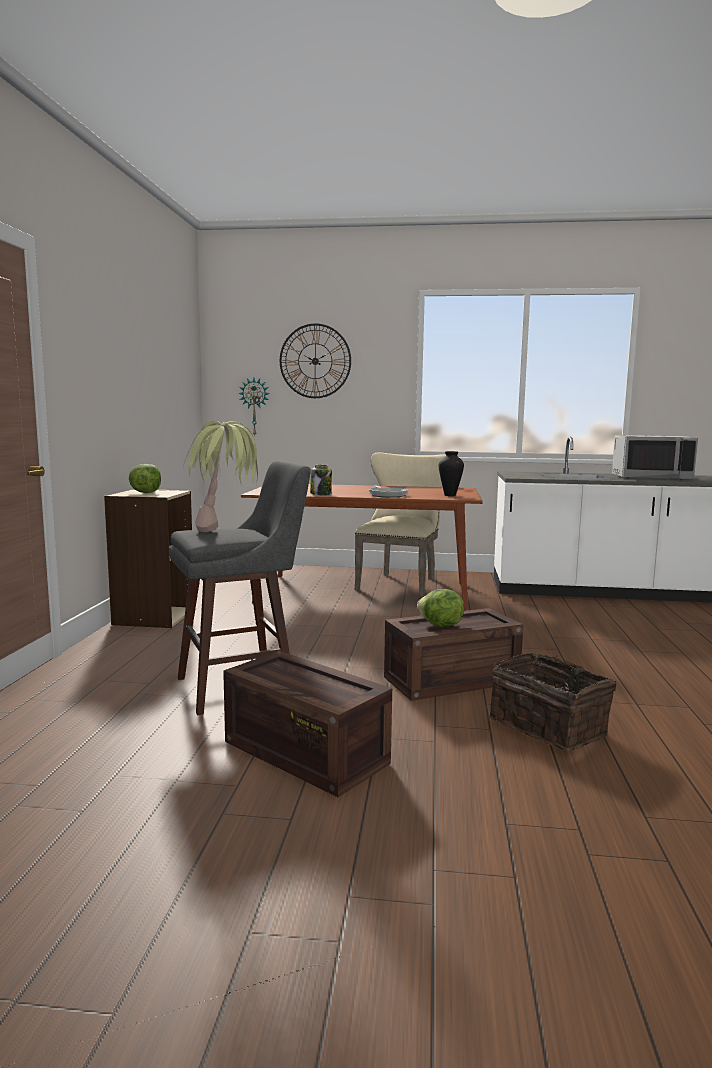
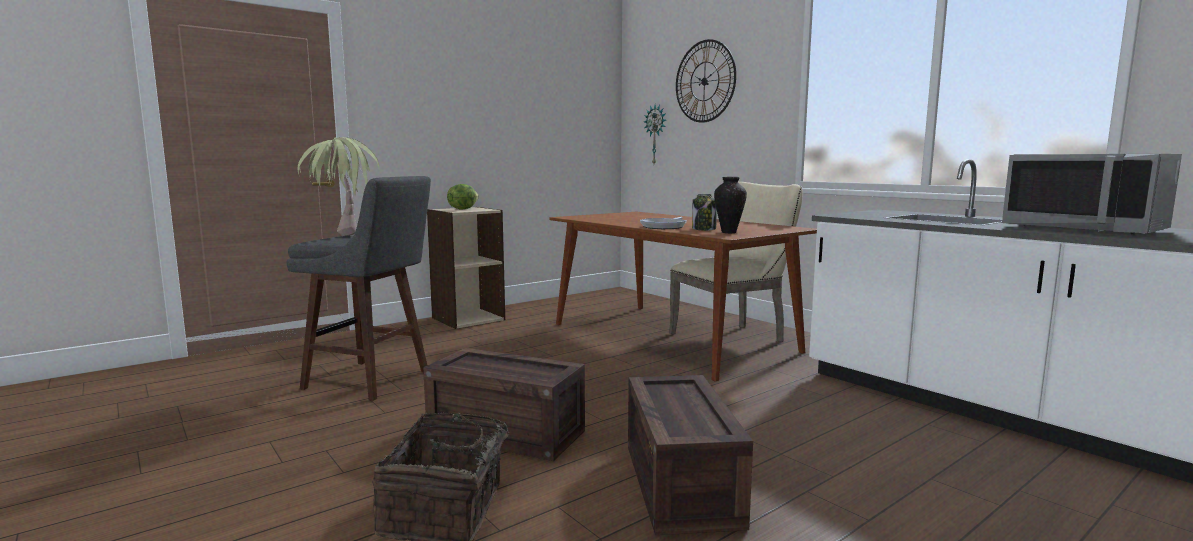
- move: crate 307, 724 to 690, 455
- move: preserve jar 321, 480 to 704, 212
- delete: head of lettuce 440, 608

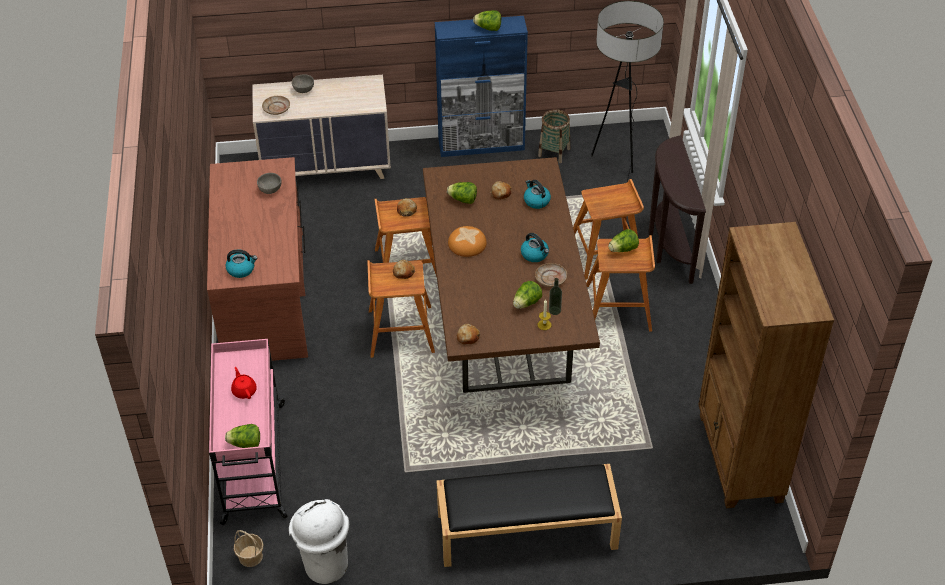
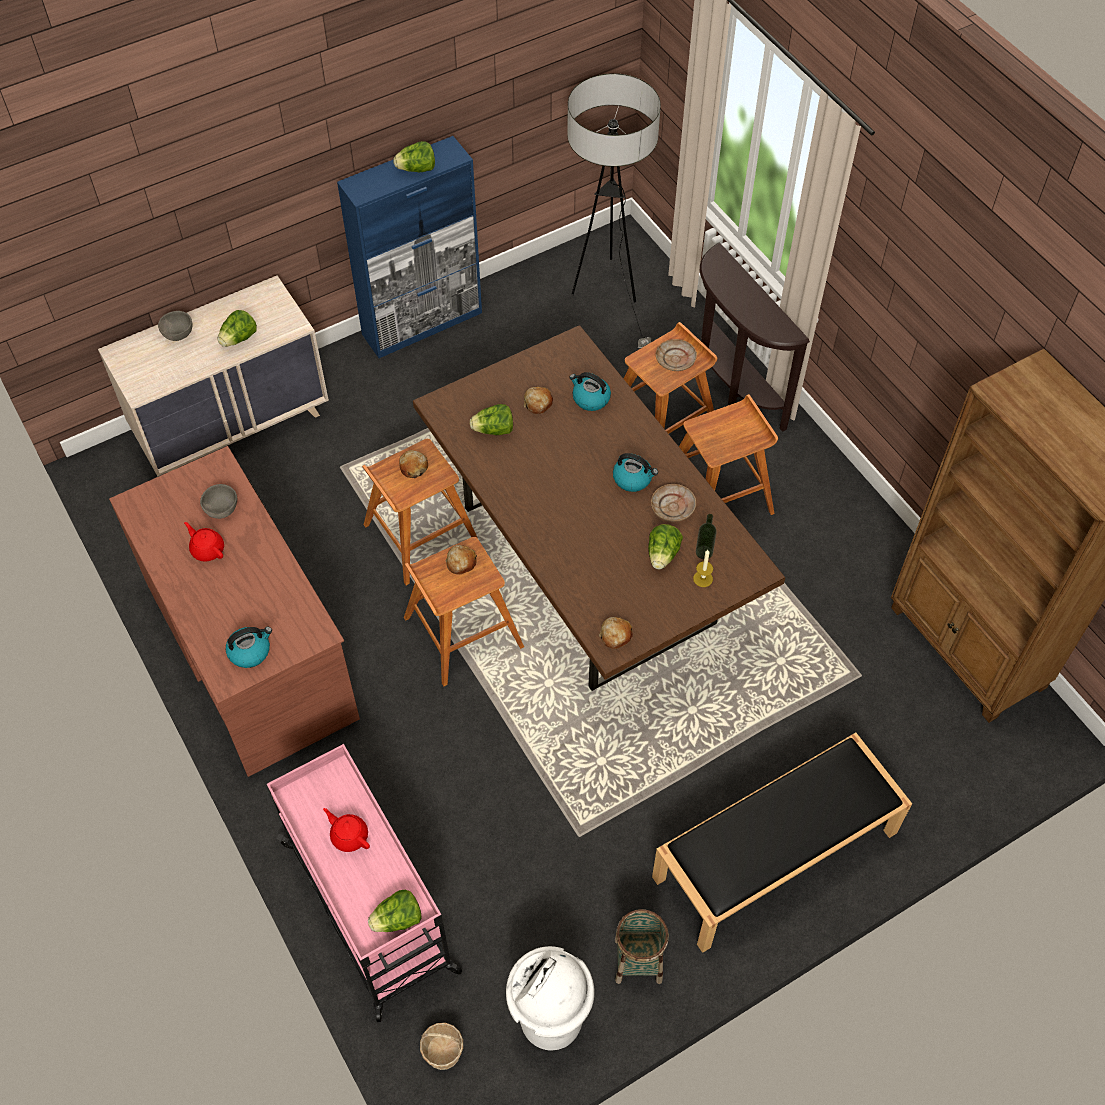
- insert: tea pot (reddish) 204, 542
- move: head of lettuce 623, 240 to 237, 328
- move: storage basket 554, 136 to 642, 946
- move: dinner plate (beige-coloured) 276, 105 to 676, 355
- delete: bread 467, 241

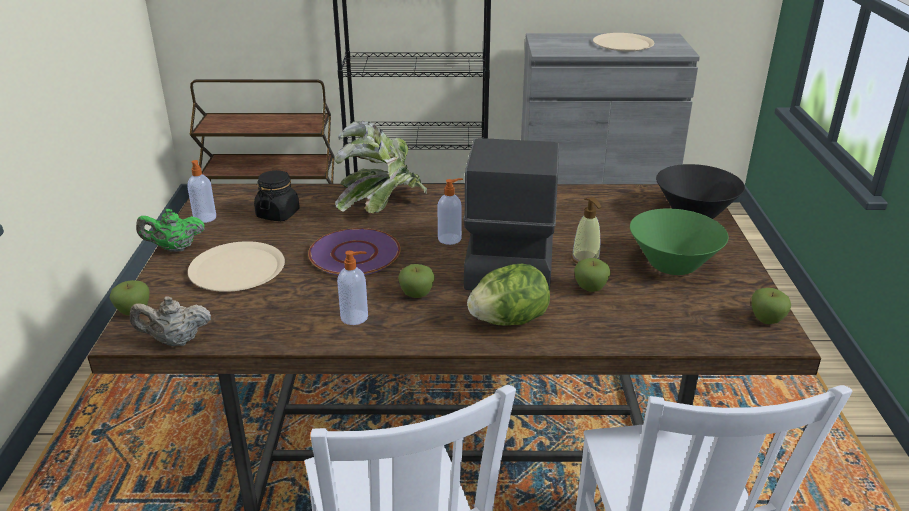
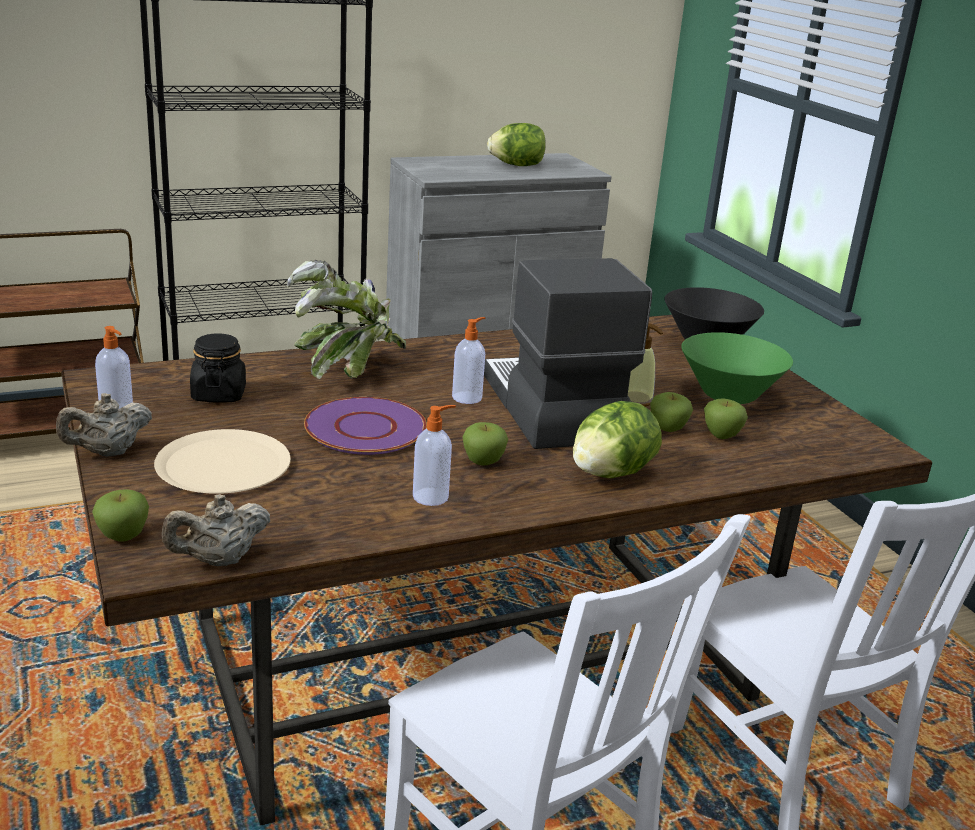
- recolor: tea pot (green-coloured) 170, 230 to tea pot (beige-coloured) 104, 424
- replace: dinner plate (beige-coloured) 623, 42 to head of lettuce 516, 144
- move: whole apple 771, 306 to 726, 418

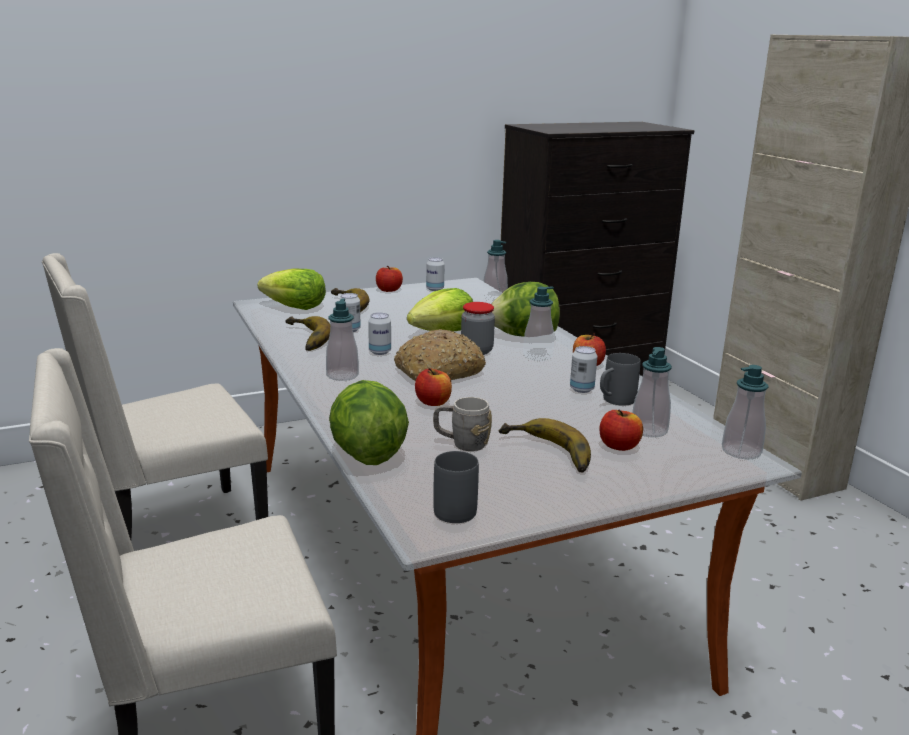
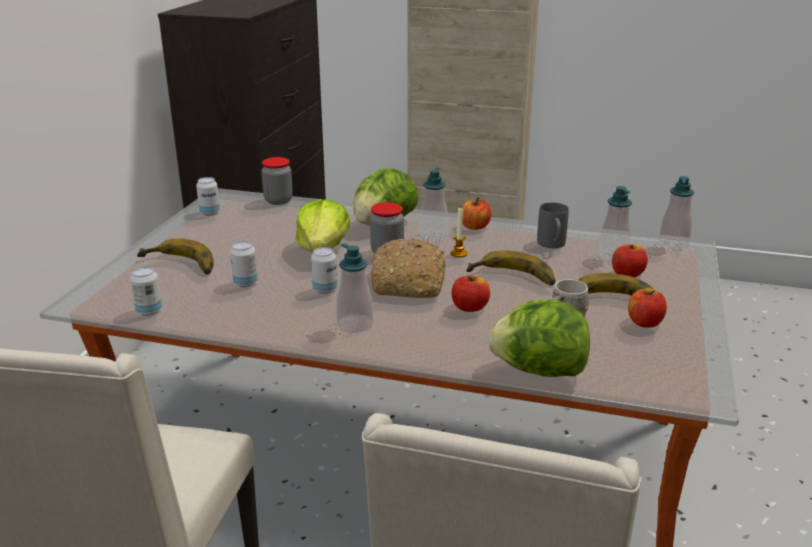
- move: can 583, 369 to 146, 291
- replace: soap dispenser 495, 270 to preserve jar 277, 181
- insert: wax candle 459, 232
- move: banana 308, 333 to 510, 268
- move: whole apple 389, 279 to 647, 308
- delete: head of lettuce 292, 289
- delete: coffee mug (greyish) 456, 487

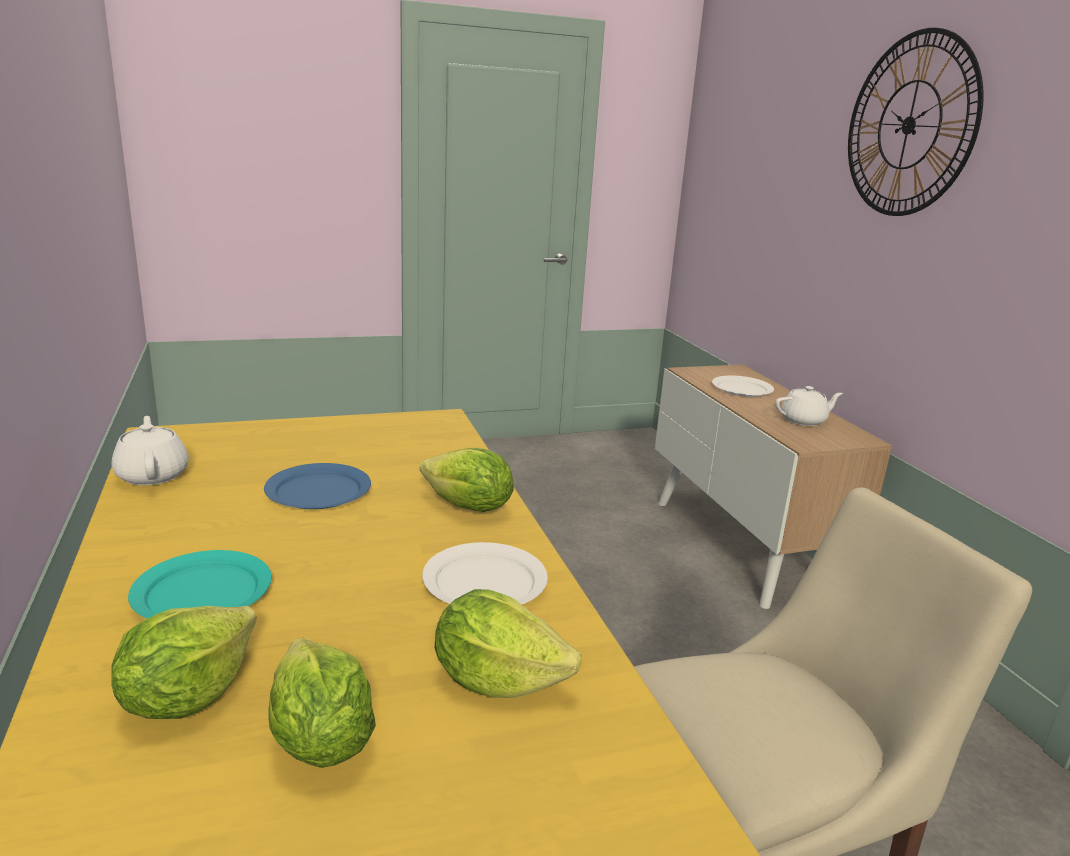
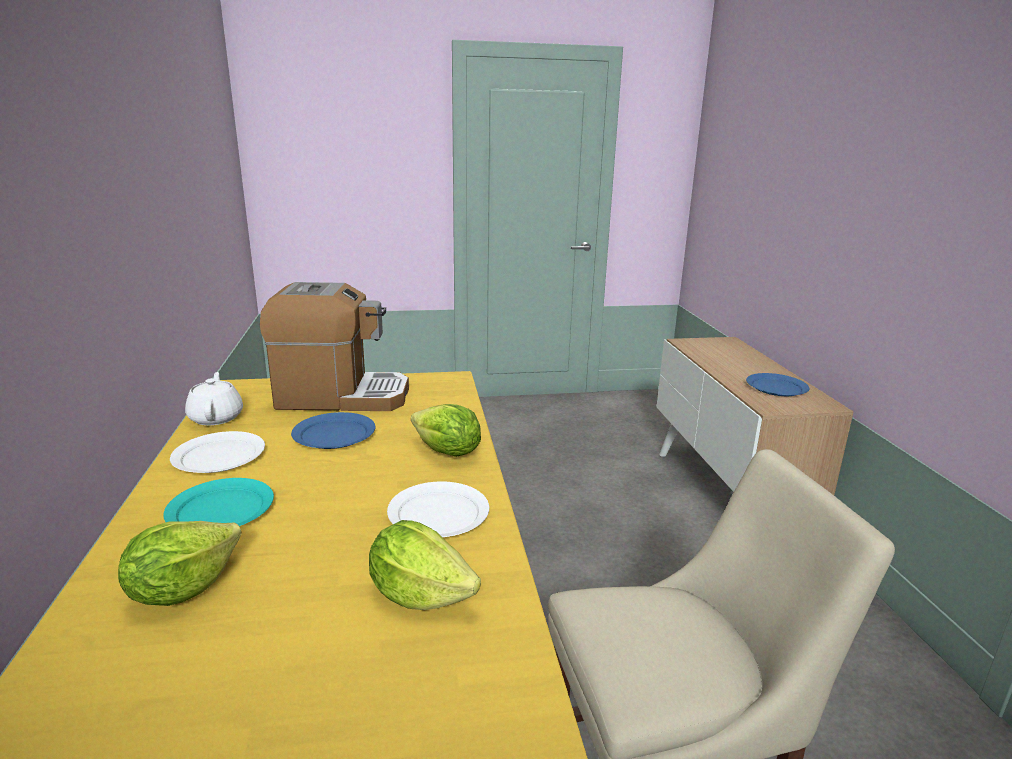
- move: dinner plate (whitish) 743, 386 to 217, 452
- insert: coffee machine 334, 346
- replace: tea pot (whitish) 809, 406 to dinner plate (bluish) 777, 384
- delete: head of lettuce 322, 703
- delete: clock on the wall 916, 122

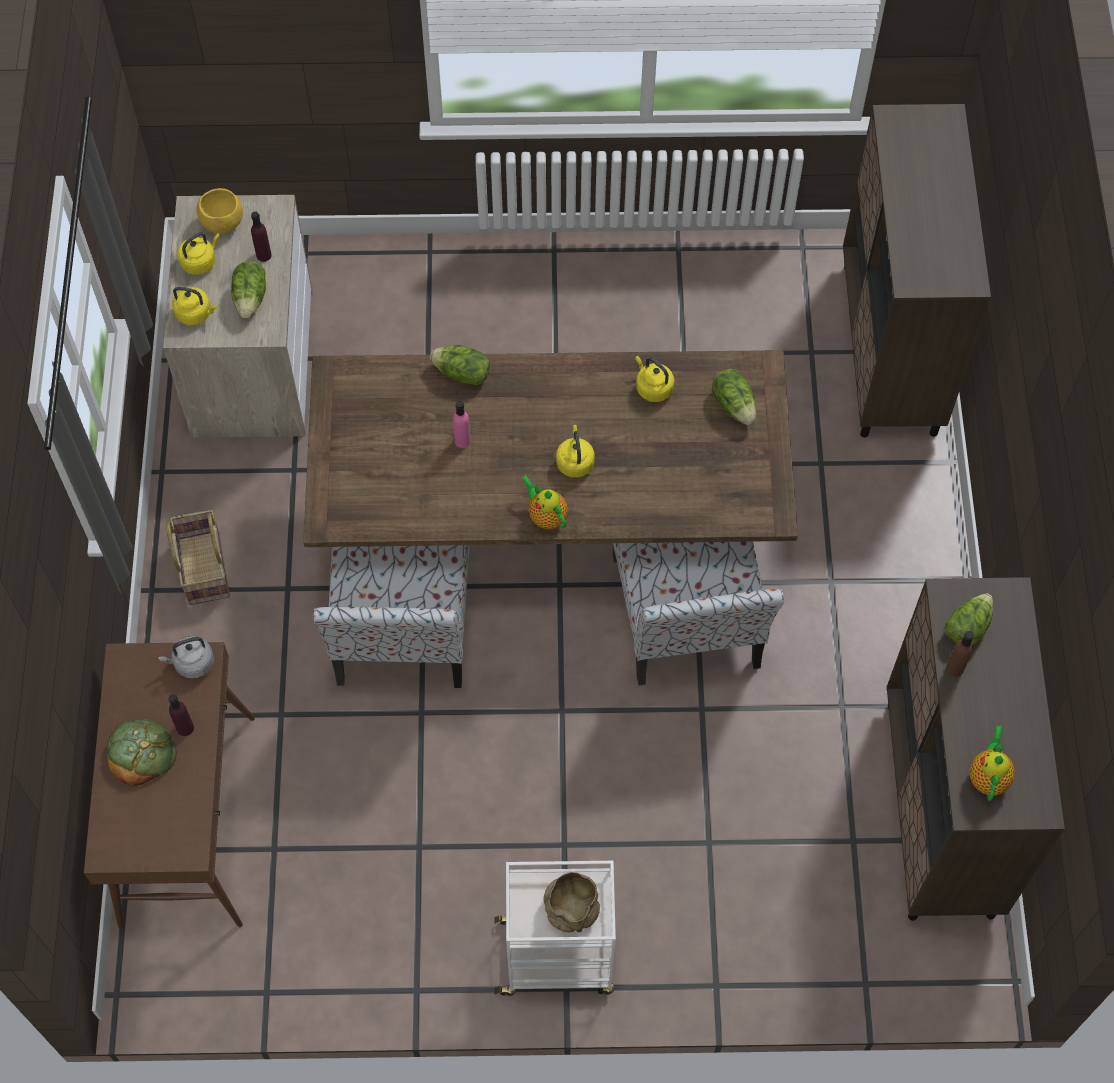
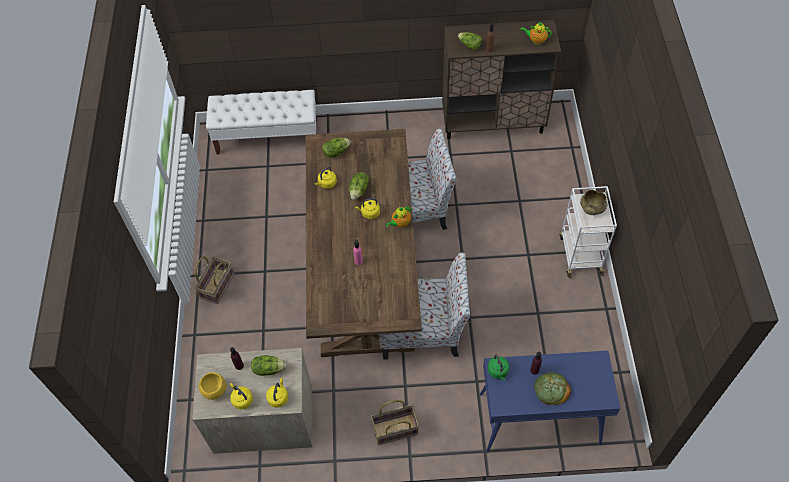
- insert: storage basket 214, 280
- replace: cabinet (brown-coloured) 917, 271 to long seat (whitish) 261, 122
- move: head of lettuce 460, 365 to 359, 186
- recolor: hall table (brown-coloured) 169, 785 to hall table (bluish) 550, 402
- recolor: tea kettle (greyish) 186, 657 to tea kettle (green-coloured) 498, 367

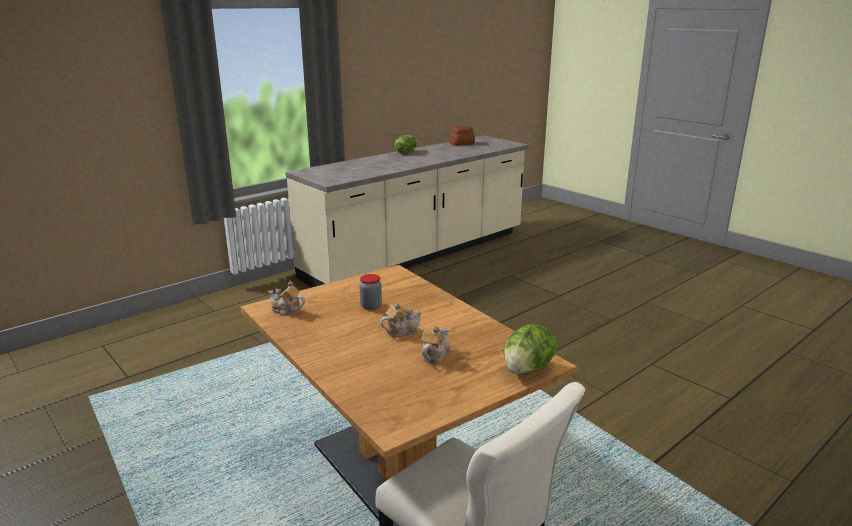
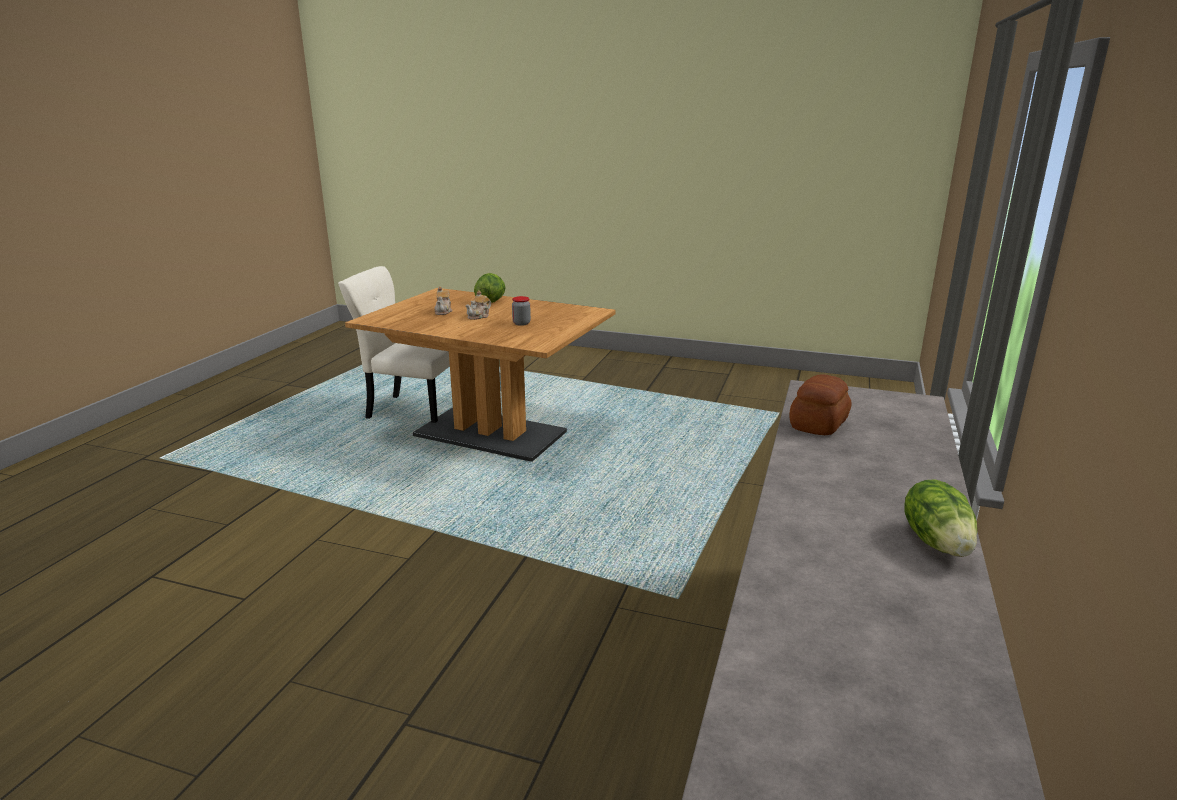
- move: head of lettuce 531, 349 to 490, 288
- move: bread 462, 135 to 820, 404
- delete: tea pot 286, 298

